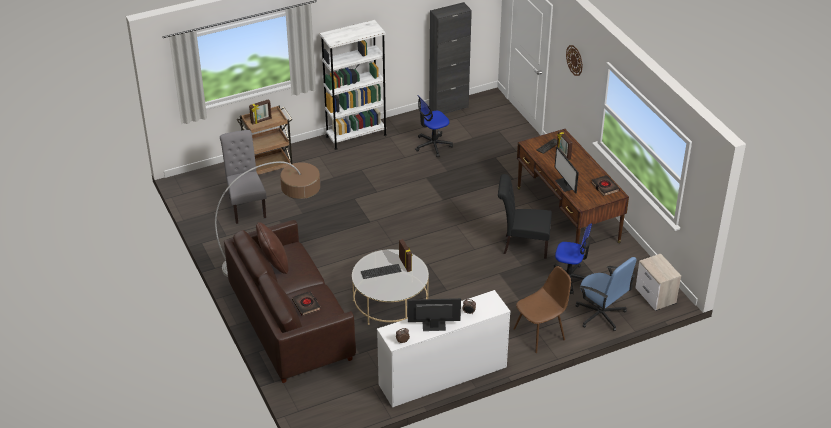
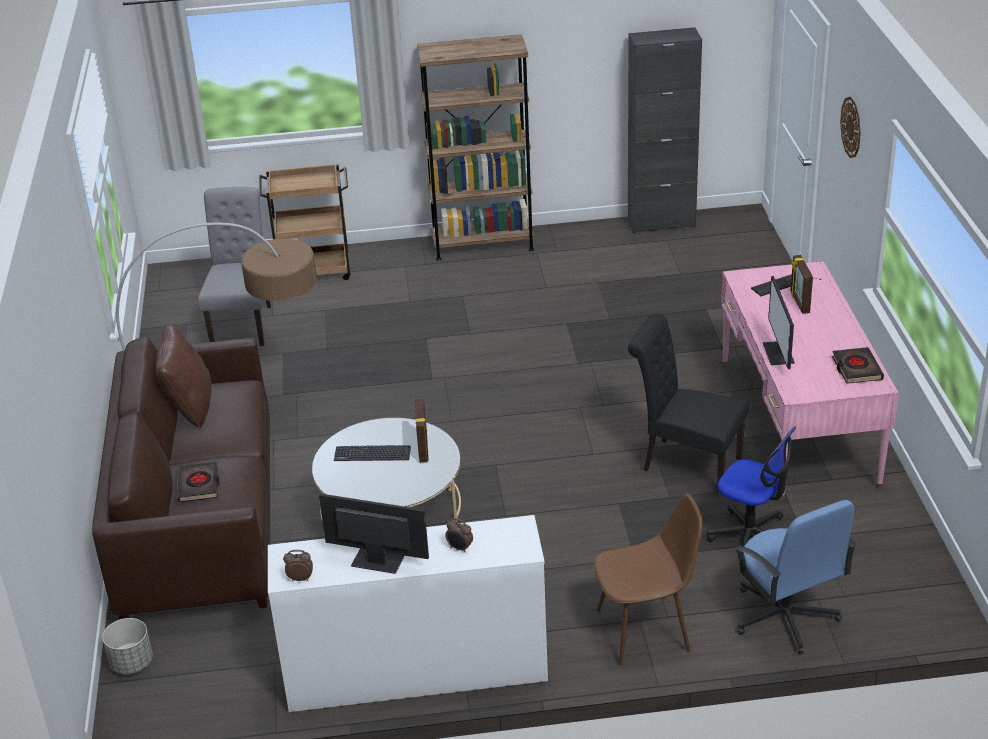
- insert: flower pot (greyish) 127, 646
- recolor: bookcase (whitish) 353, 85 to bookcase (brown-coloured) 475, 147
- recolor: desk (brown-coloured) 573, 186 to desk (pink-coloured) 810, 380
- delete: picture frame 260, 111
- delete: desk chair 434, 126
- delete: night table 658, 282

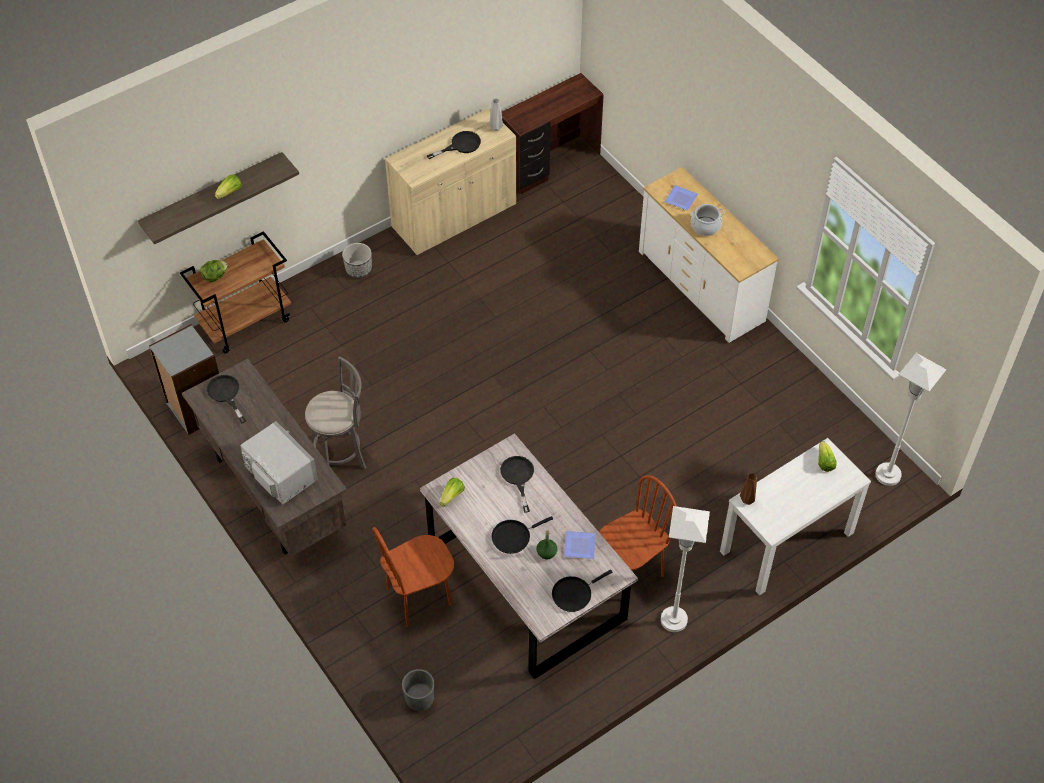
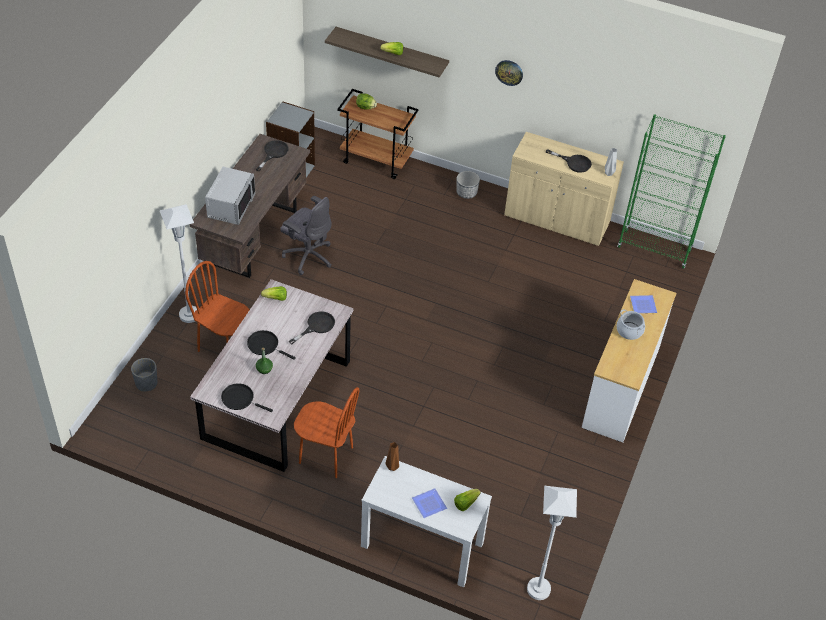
- move: standing lamp (whitish) 685, 569 to 178, 263
- replace: stool seat (greyish) 336, 413 to desk chair (greyish) 306, 235
- move: dinner plate 580, 545 to 429, 503
- insert: clock on the wall 509, 73
- replace: desk (brown-coloured) 552, 134 to bookcase (green-coloured) 671, 191

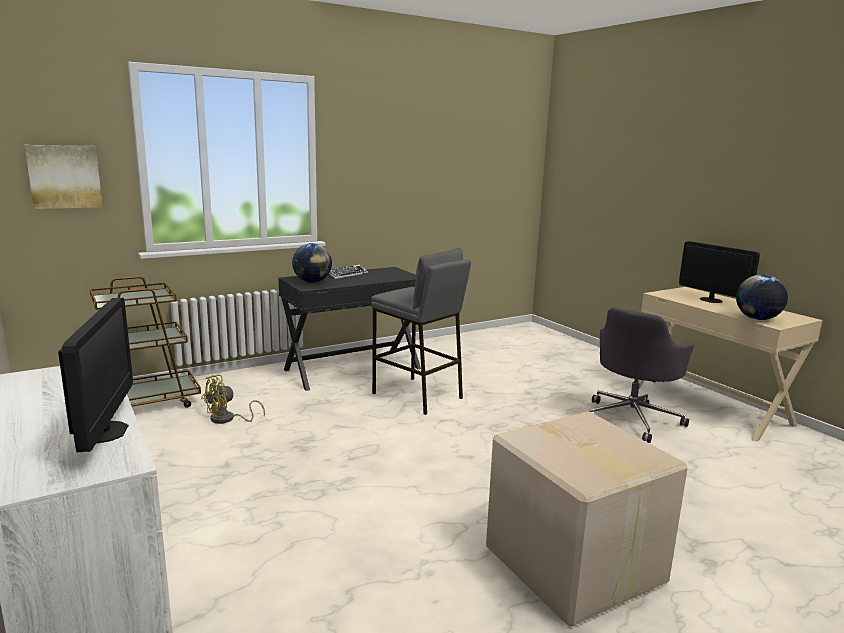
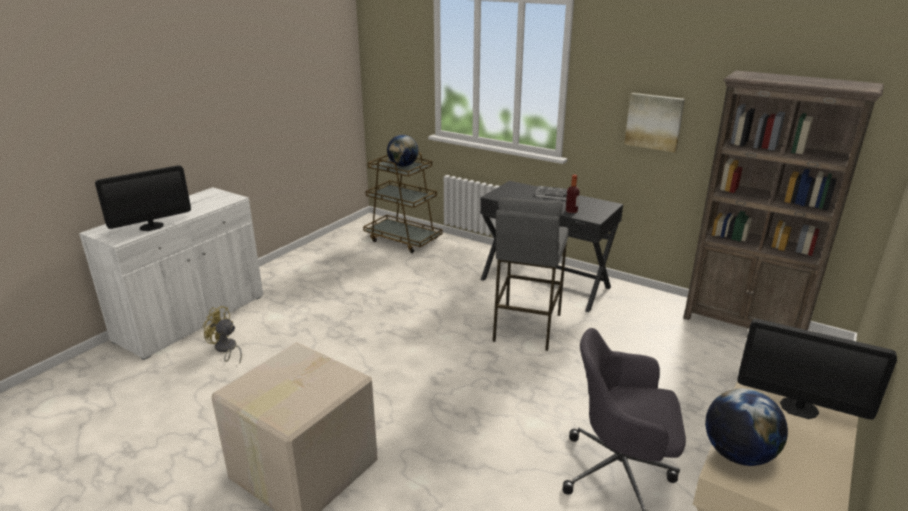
- move: fan (yellow) 233, 399 to 222, 335
- move: world globe 312, 263 to 403, 151
- insert: drink bottle 573, 194
- move: wall art 64, 177 to 655, 122
- insert: bookcase (brown-coloured) 783, 200
- rotate: monitor 719, 272 = 817, 369 90 degrees clockwise

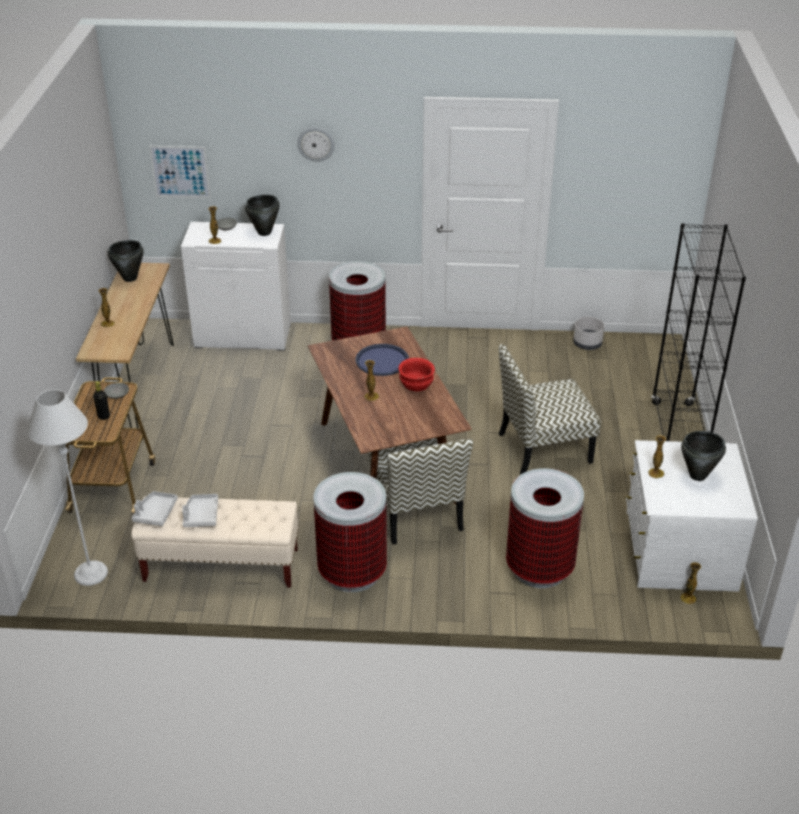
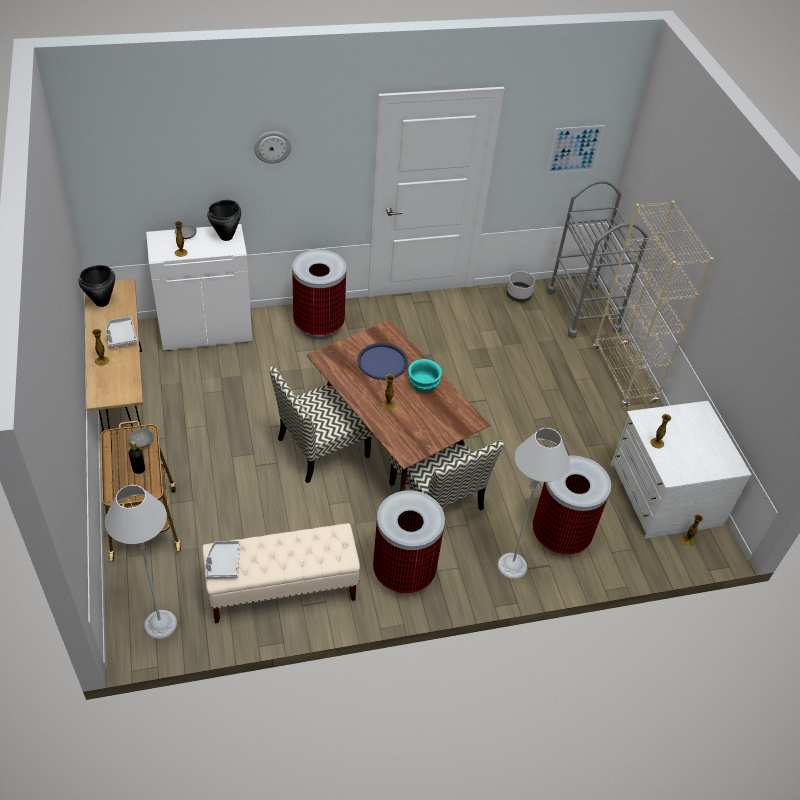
- move: tray (greyish) 200, 510 to 121, 332
- move: plain chair 550, 409 to 322, 424
- recolor: serving bowl (reddish) 417, 374 to serving bowl (turquoise) 425, 375
- insert: standing lamp (greyish) 533, 503
- move: wall art 180, 172 to 575, 149
- insert: trolley (greyish) 597, 259
- recolor: bookcase (black) 698, 332 to bookcase (beige-coloured) 653, 304
- delete: stockpot (black) 703, 456

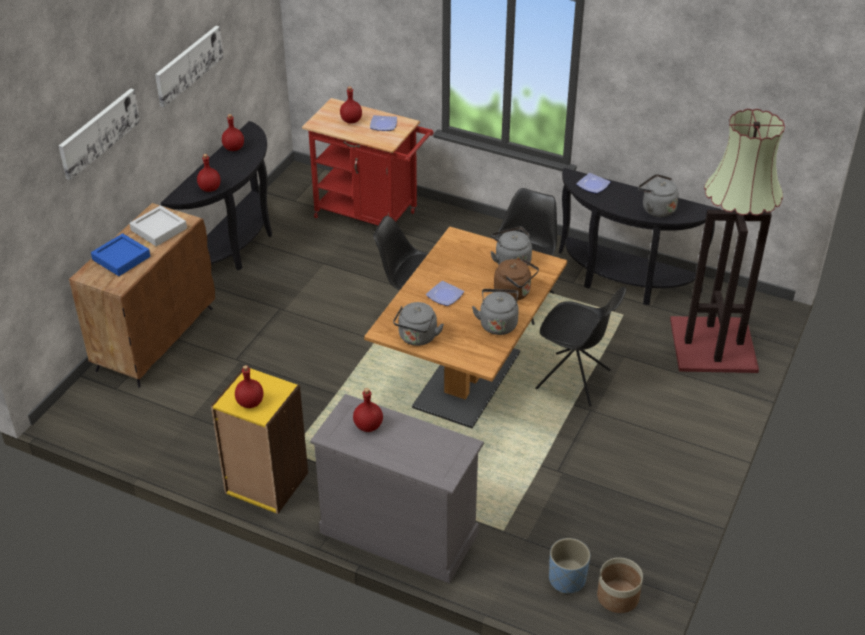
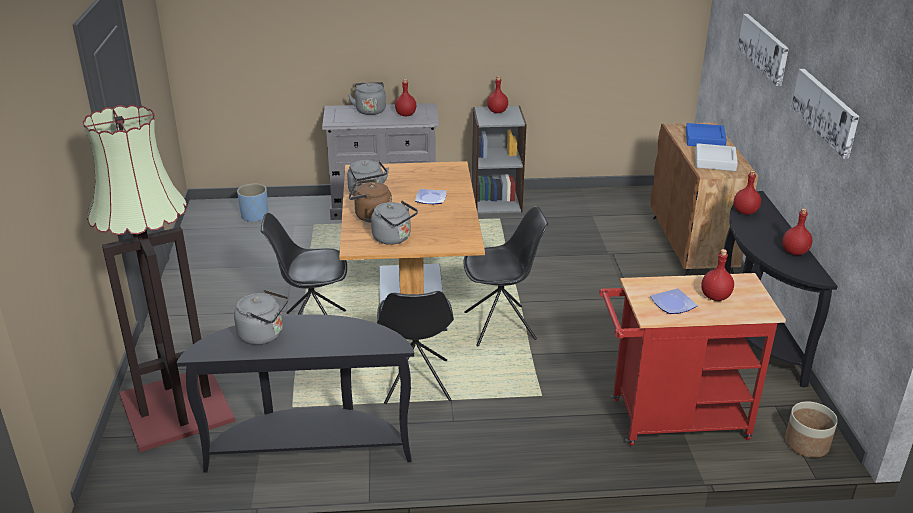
- move: tea kettle (greyish) 418, 324 to 367, 98
- recolor: bookcase (yellow) 259, 441 to bookcase (greyish) 499, 160
- move: flower pot 620, 585 to 811, 429
- delete: dinner plate 593, 183

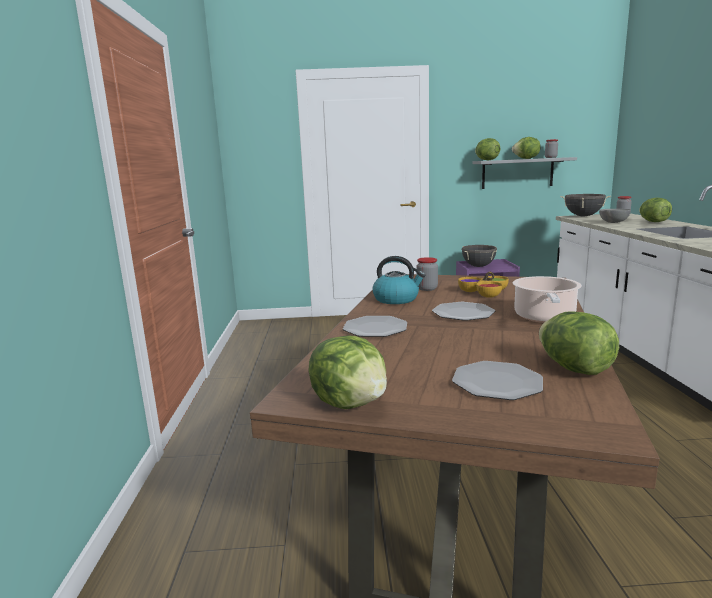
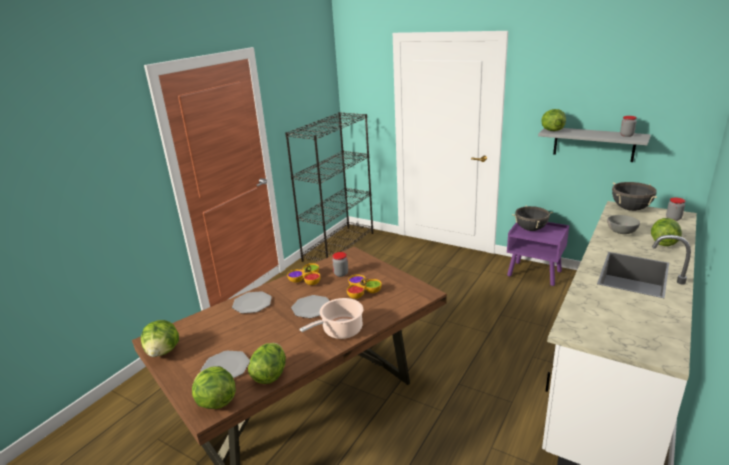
- move: head of lettuce 526, 148 to 214, 387
- insert: bookcase (black) 329, 187
- replace: tea kettle 399, 280 to serving bowl 303, 274

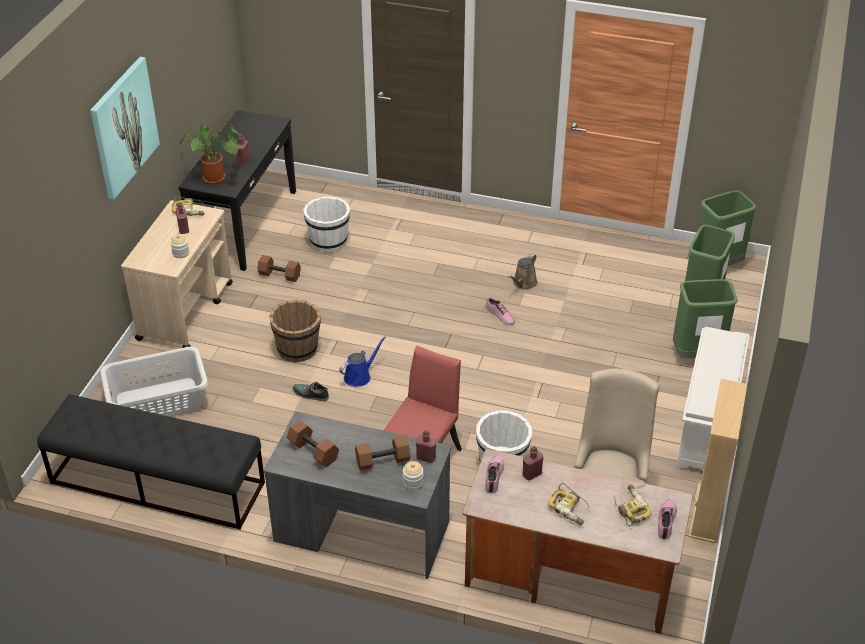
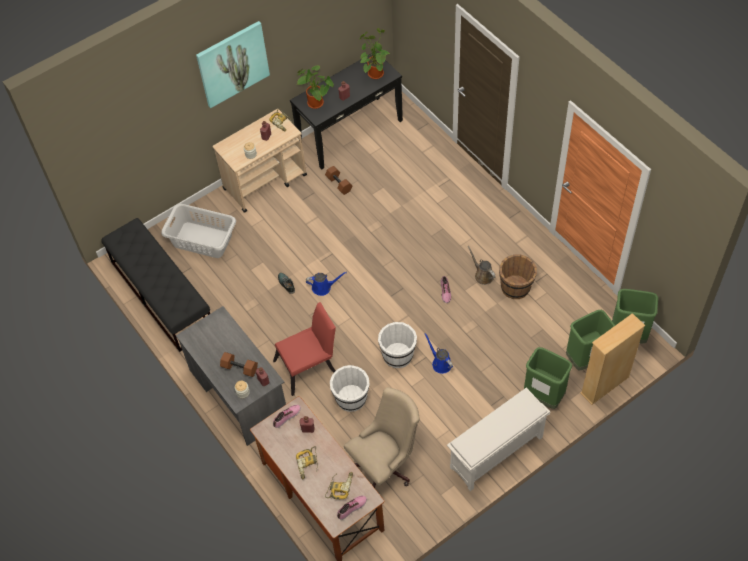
- insert: houseplant 375, 53
- move: water bucket (whitish) 326, 224 to 397, 345
- insert: watering can (bluish) 438, 353
- rotate: watering can (brown-coloured) 523, 272 = 482, 265 75 degrees clockwise
- move: water bucket (brown-coloured) 295, 331 to 518, 276
- move: bookcase (beige-coloured) 718, 461 to 612, 359
- delete: hand weight (brown-coloured) 313, 443

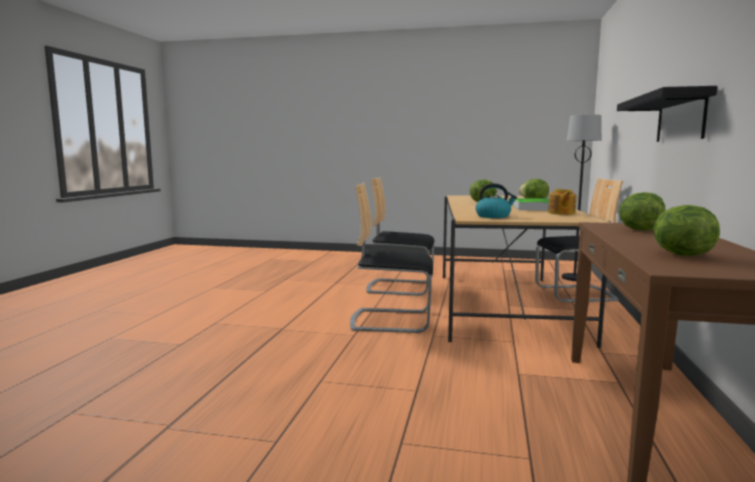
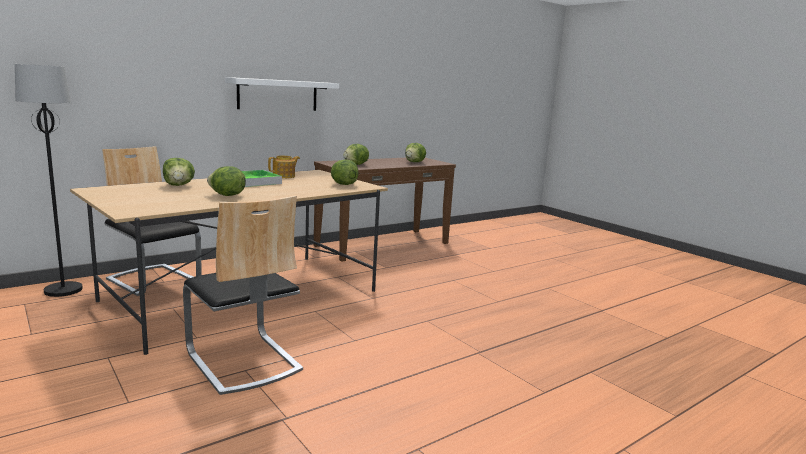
- recolor: bracket shelf (black) 667, 114 to bracket shelf (whitish) 282, 94
- replace: tea kettle 496, 200 to head of lettuce 345, 172
- delete: plain chair 391, 258

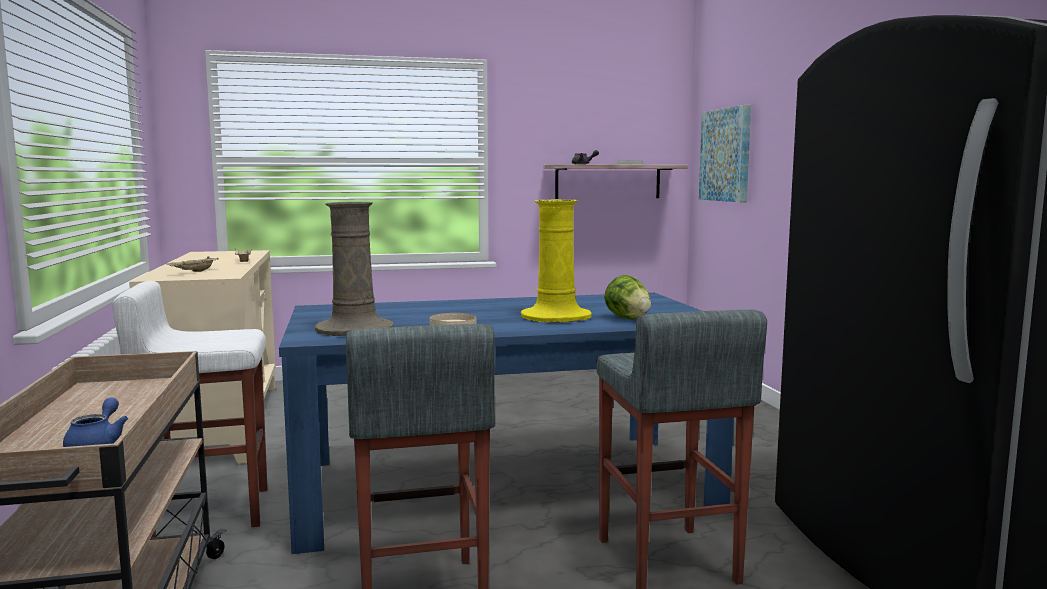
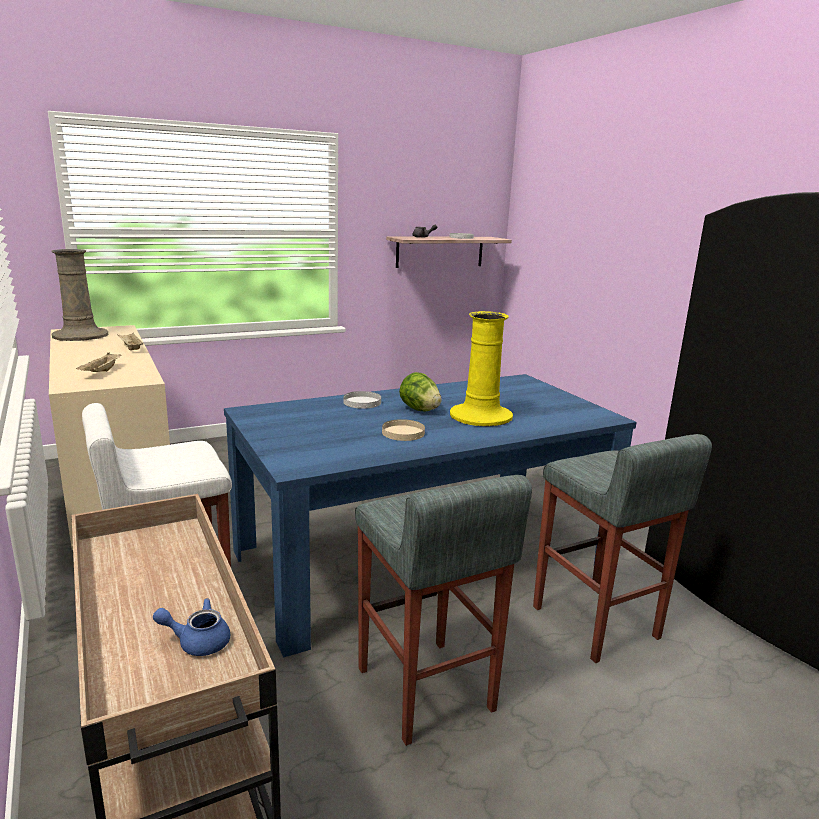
- move: decorative vase (beige-coloured) 354, 269 to 80, 295
- rotate: tea pot (bluish) 95, 422 = 191, 627 75 degrees counterclockwise
- insert: dinner plate (whitish) 362, 400
- move: head of lettuce 627, 297 to 420, 391
- delete: wall art 725, 153

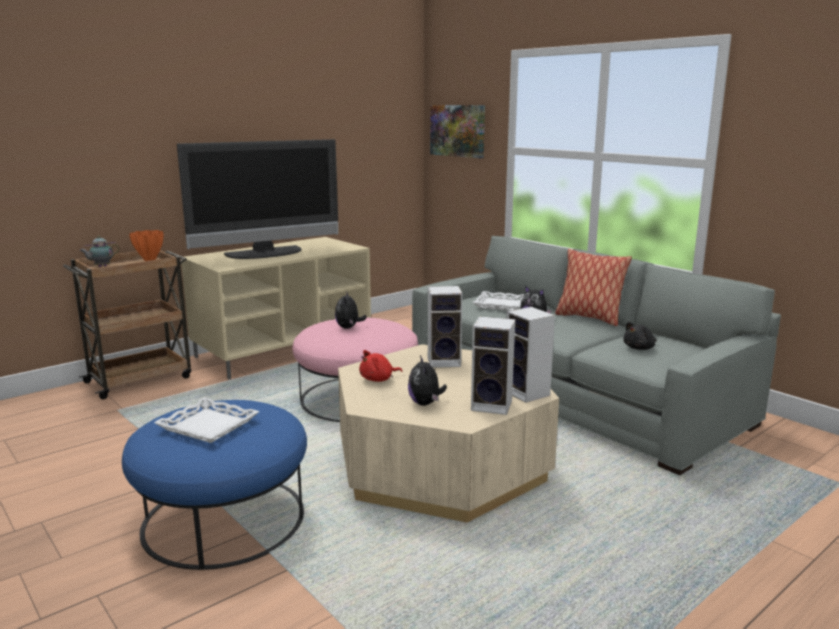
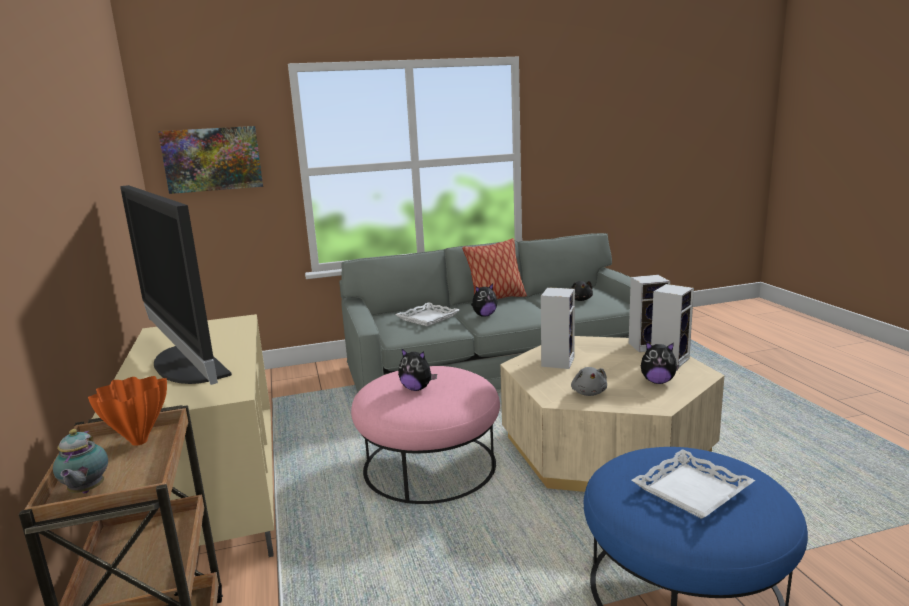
- rotate: TV 257, 199 = 176, 285 150 degrees clockwise
- recolor: soft toy (reddish) 381, 366 to soft toy (greyish) 589, 381

